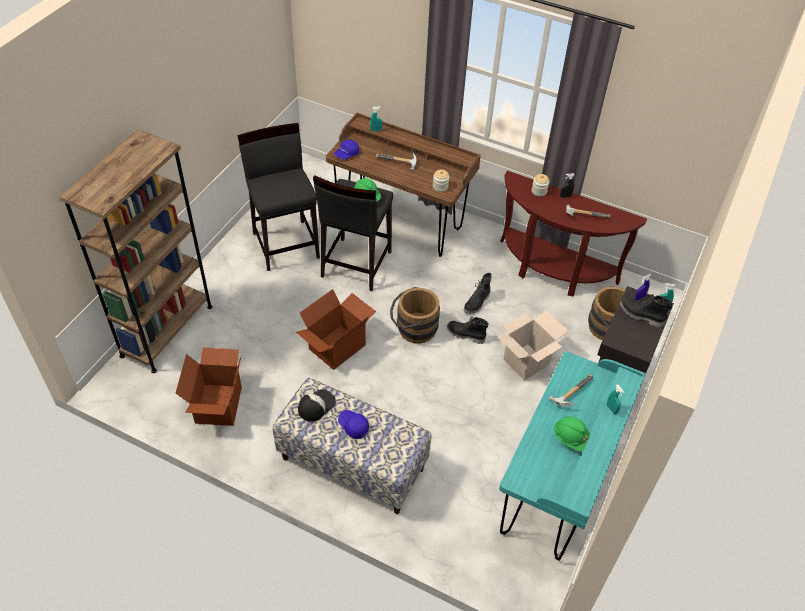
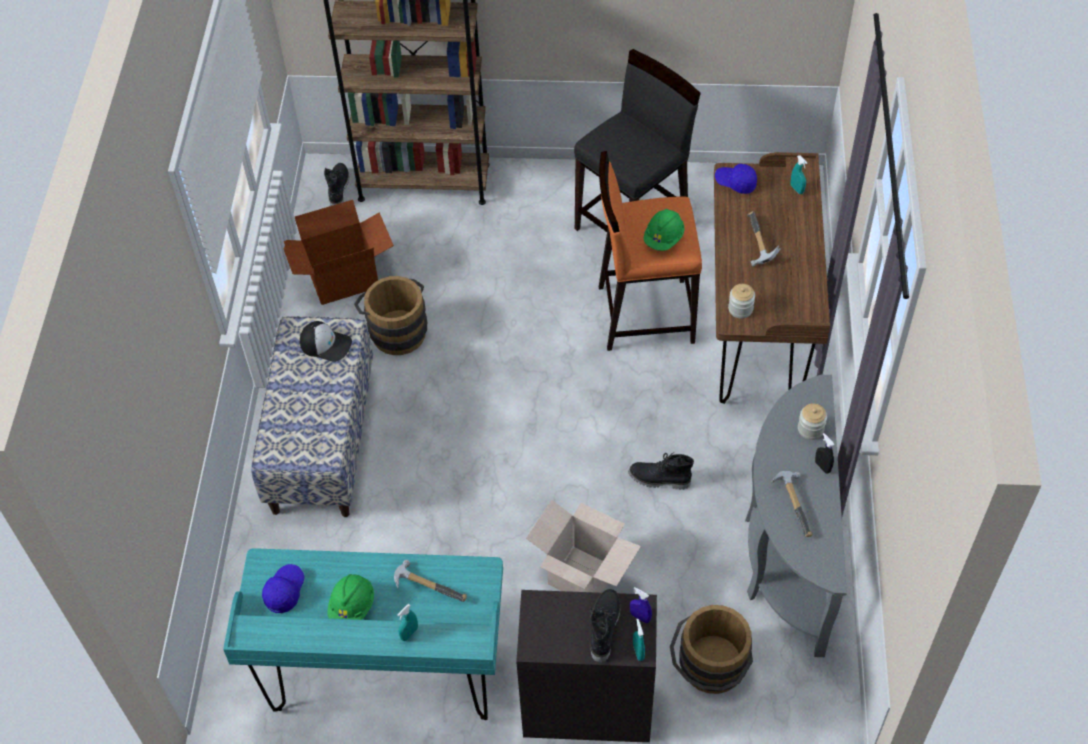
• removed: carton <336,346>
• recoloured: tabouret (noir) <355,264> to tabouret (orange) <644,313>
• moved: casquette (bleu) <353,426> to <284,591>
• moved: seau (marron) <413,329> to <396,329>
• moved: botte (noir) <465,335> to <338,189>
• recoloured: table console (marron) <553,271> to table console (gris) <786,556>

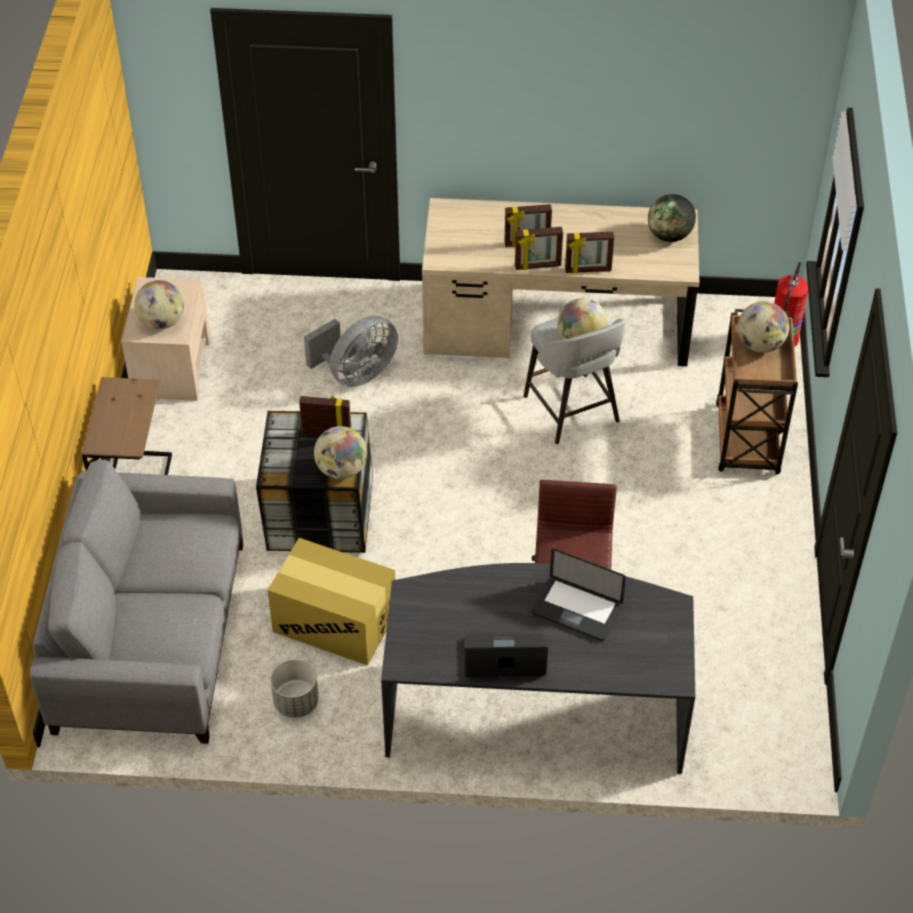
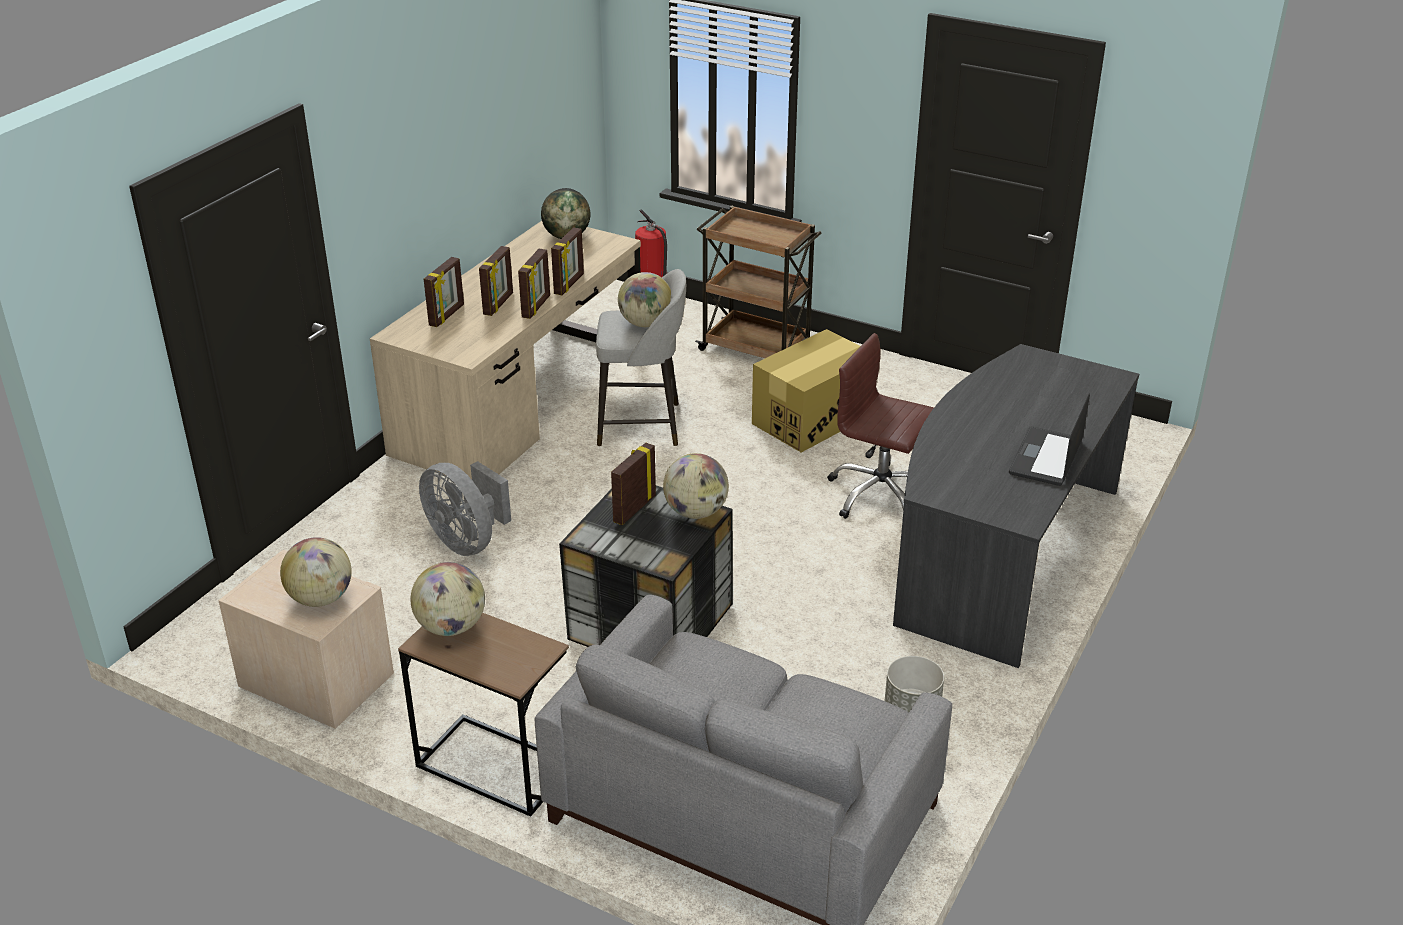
• moved: carton <335,622> to <813,418>
• turned: ventilateur (gris) <356,374> = <467,541> 150 degrees clockwise
• removed: ordinateur portable <576,610>
• moved: globe <760,345> to <451,627>
• added: cadre photo <447,315>

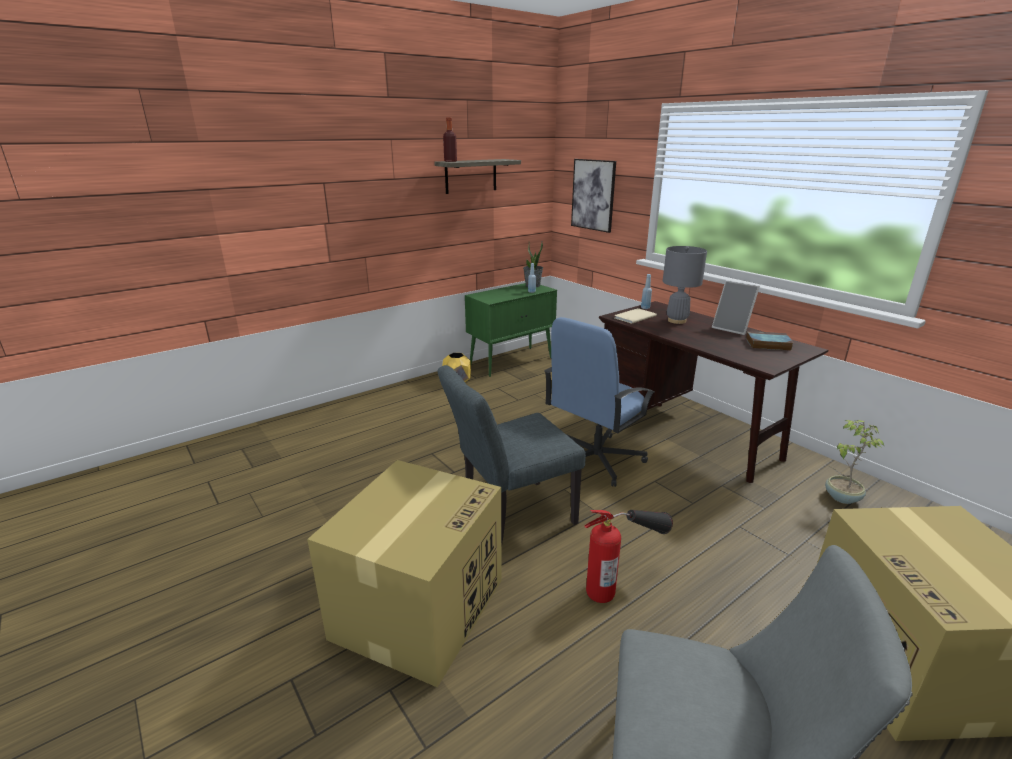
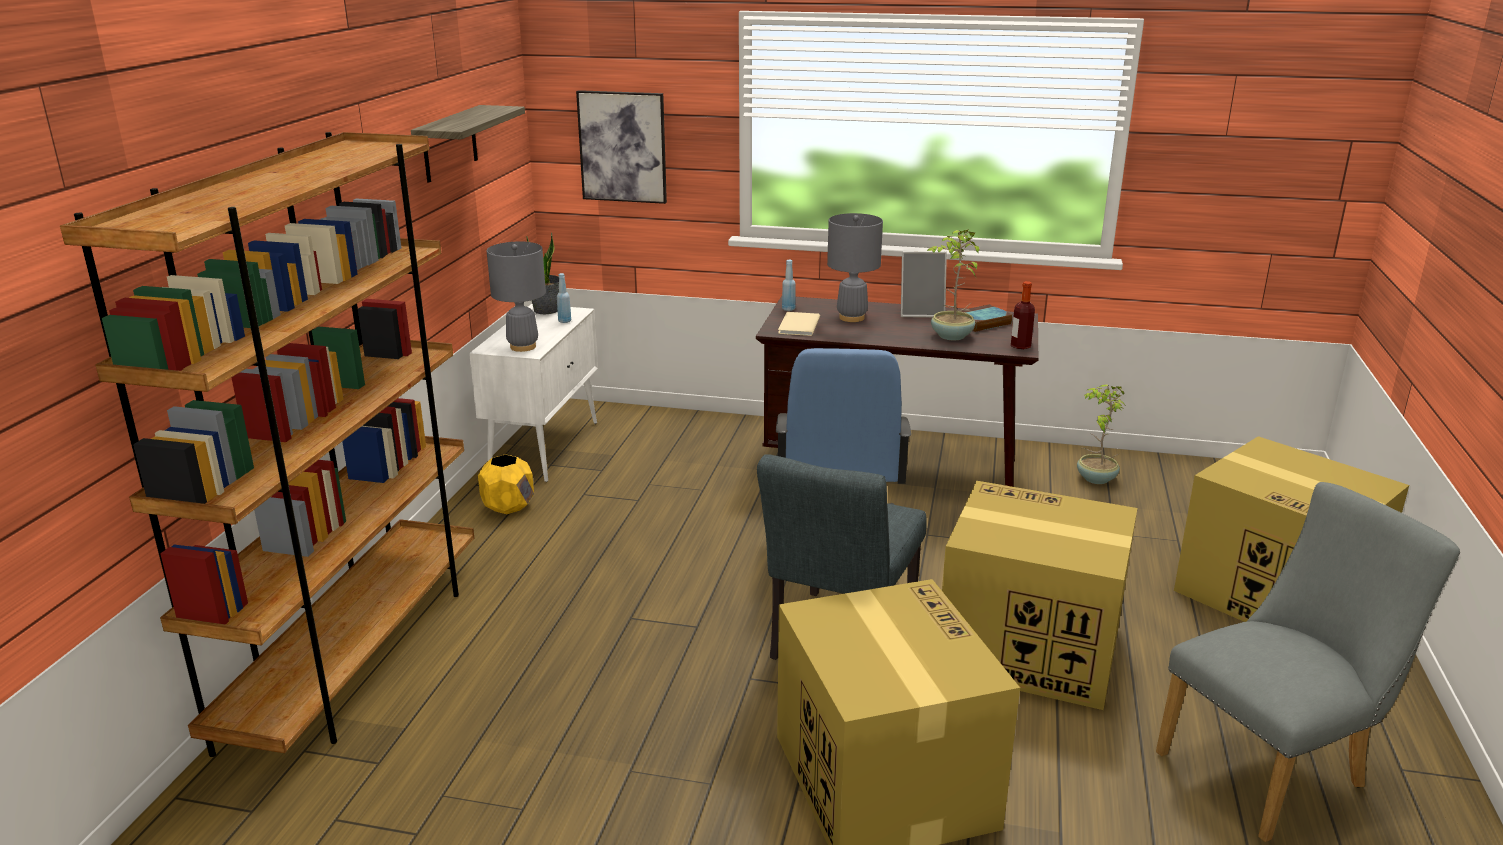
• moved: bouteille <450,161> to <1020,346>
• recoloured: meuble de rangement (vert) <511,361> to meuble de rangement (blanc) <545,447>
• replaced: extincteur <621,583> to carton <1026,649>
• added: bibliothèque (marron) <356,654>
• added: lampe de table (gris) <523,347>
• added: plante en pot <951,336>

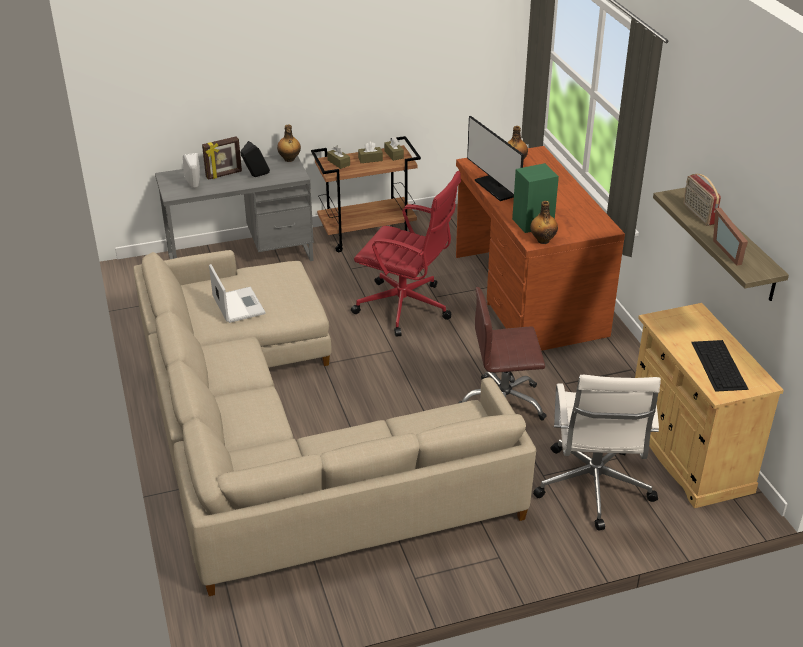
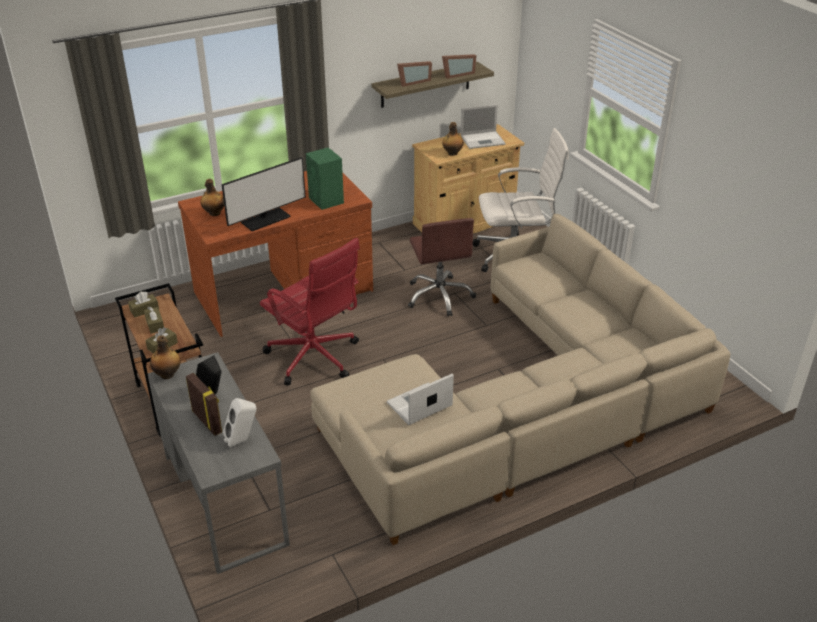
• turned: chaise de bureau (rouge) <406,308> = <314,358> 120 degrees clockwise
• moved: bouteille <543,240> to <452,153>
• replaced: radio <698,214> to cadre photo <412,82>
• replaced: clavier <719,365> to ordinateur portable <483,140>

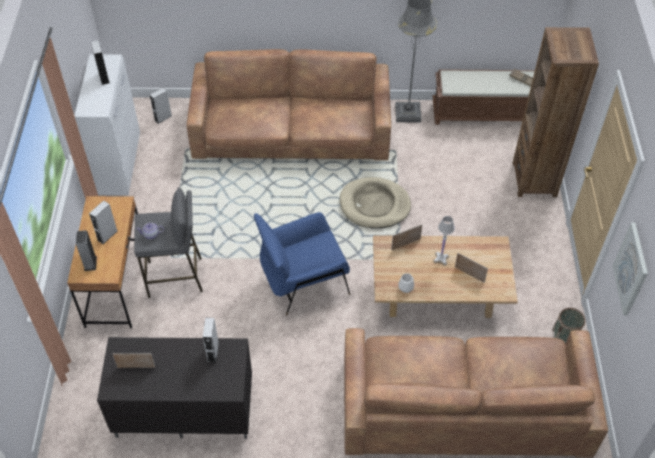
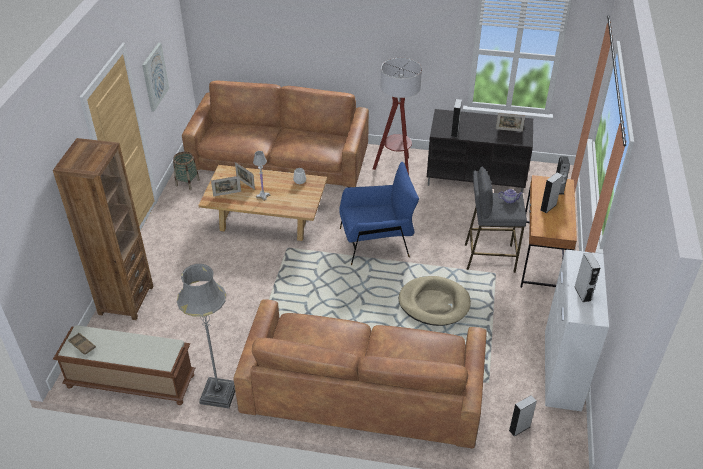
• moved: panier pour chien (beige) <374,205> to <434,303>
• moved: cadre photo <405,244> to <227,194>
• added: lampadaire <396,169>

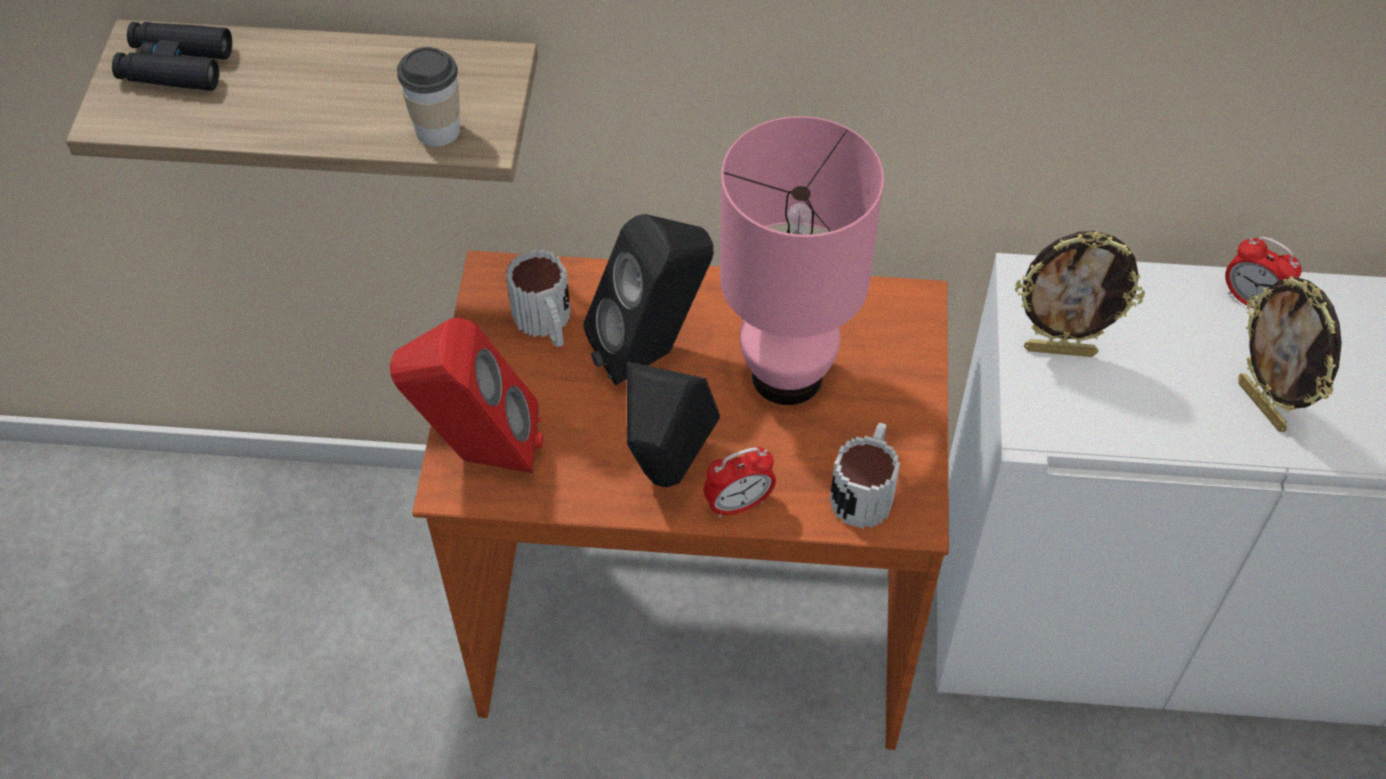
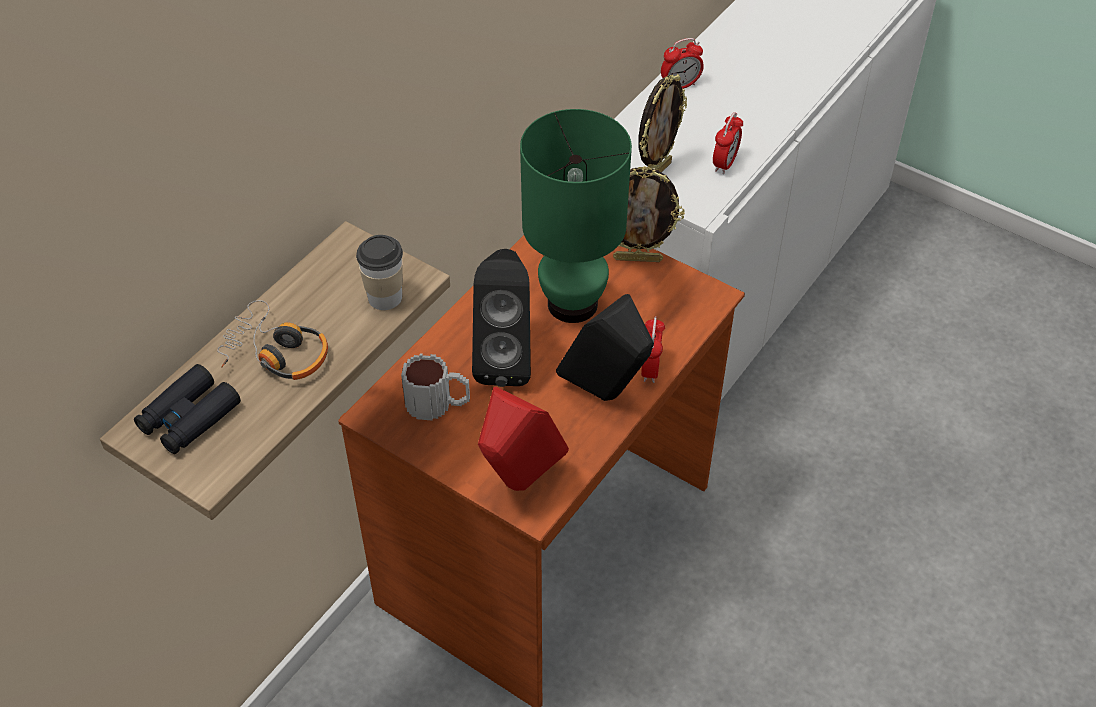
• recoloured: lampe de table (rose) <788,376> to lampe de table (vert) <573,303>
• removed: mug <865,489>
• moved: cadre photo <1263,405> to <638,258>
• added: casque audio <276,353>
• added: réveil <725,163>

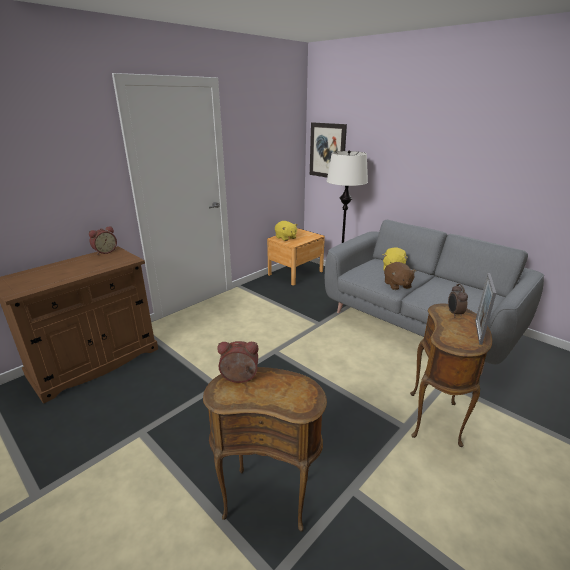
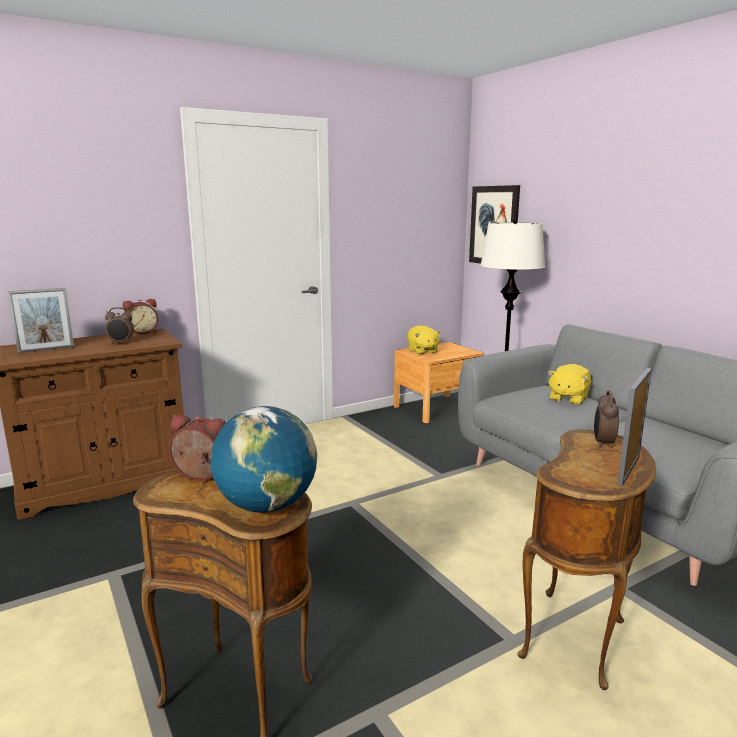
• removed: peluche (marron) <397,285>
• added: cadre photo <46,349>
• added: réveil <121,343>
• added: globe <267,506>

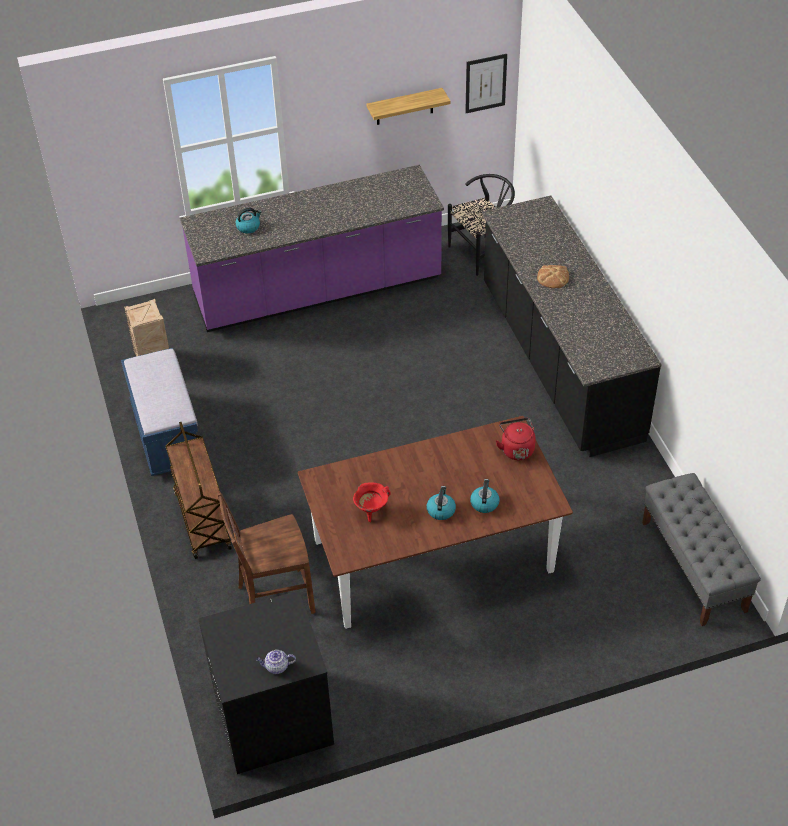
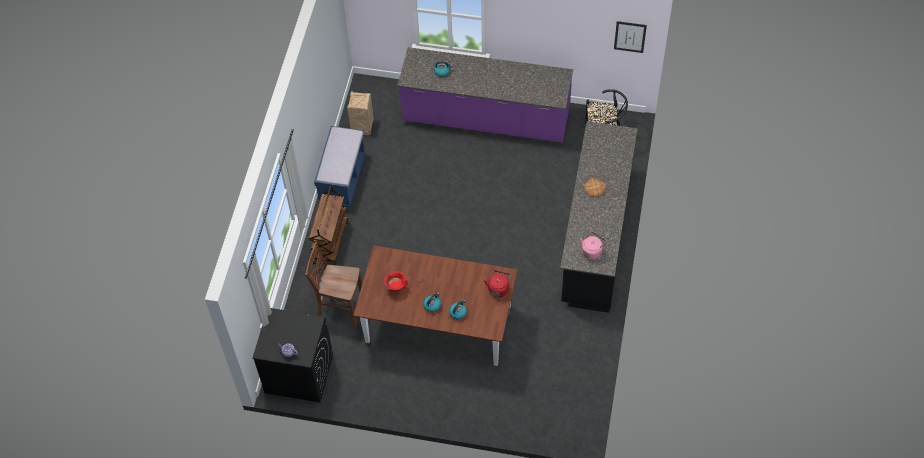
• removed: étagère <404,107>
• removed: banc (gris) <693,566>
• added: bouilloire (rose) <592,251>

